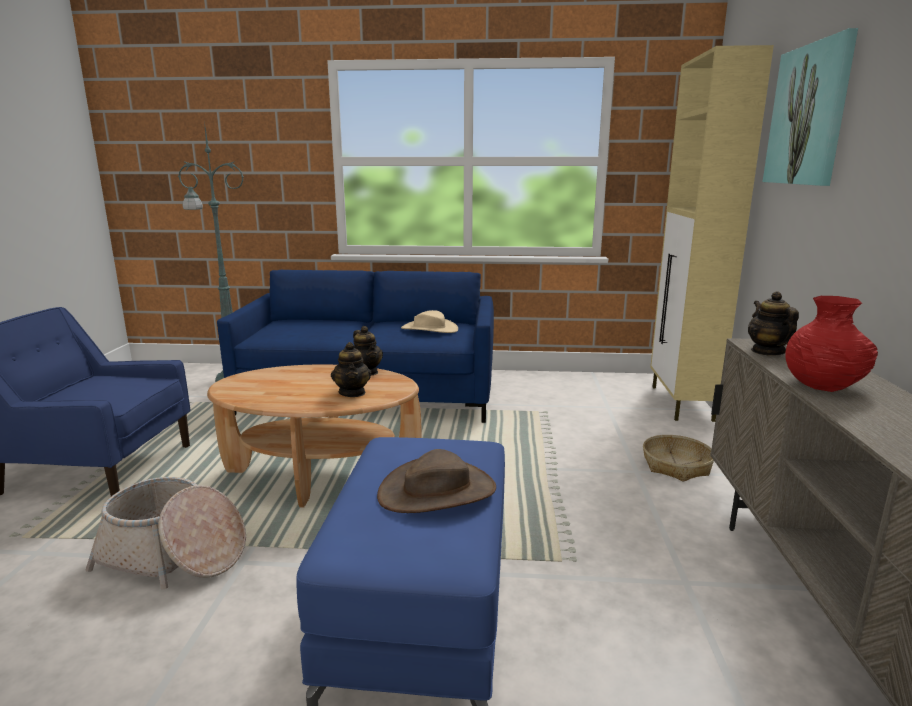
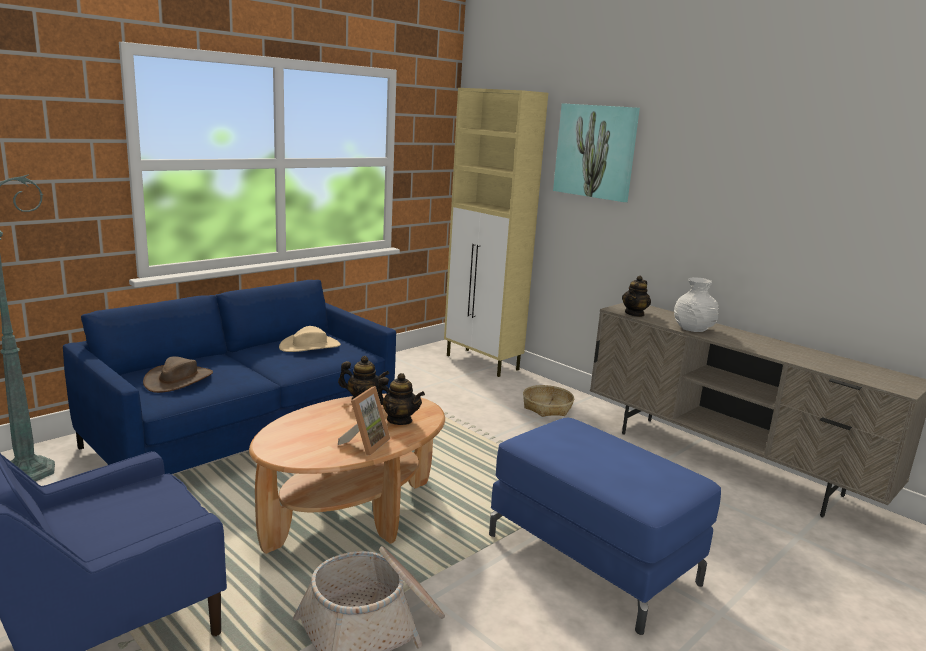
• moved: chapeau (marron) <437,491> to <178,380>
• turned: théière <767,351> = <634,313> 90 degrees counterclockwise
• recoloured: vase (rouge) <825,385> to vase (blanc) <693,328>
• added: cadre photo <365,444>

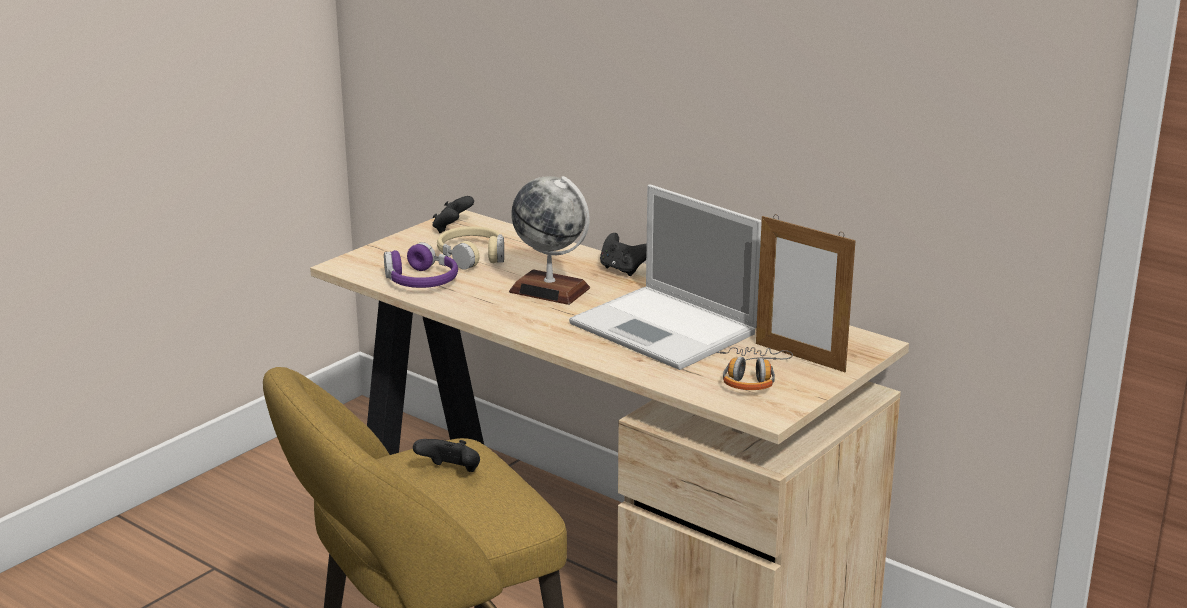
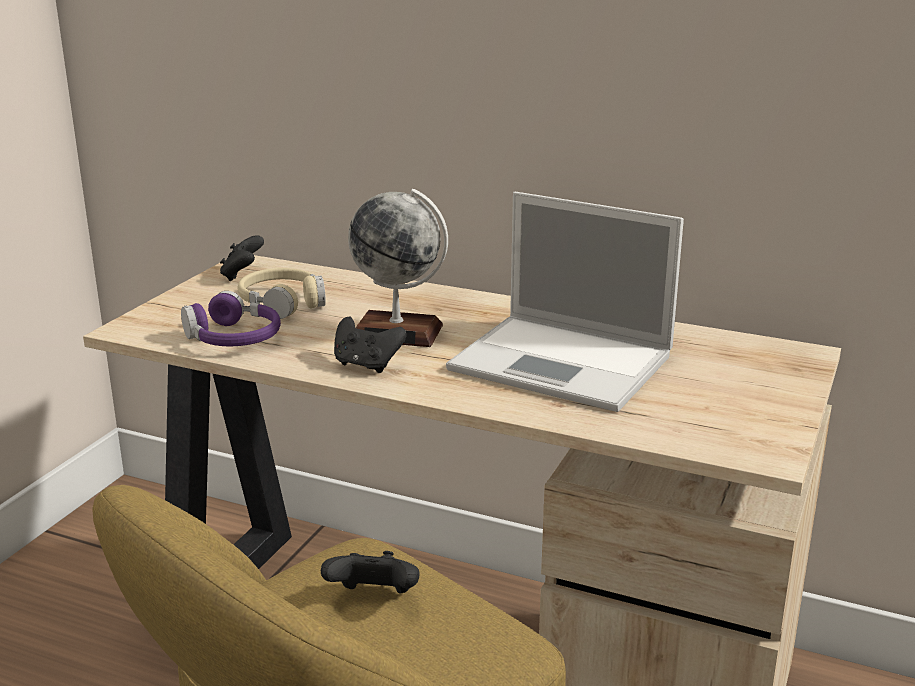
• moved: manette (noir) <623,270> to <366,365>
• removed: casque audio <751,377>
• removed: cadre photo <800,357>

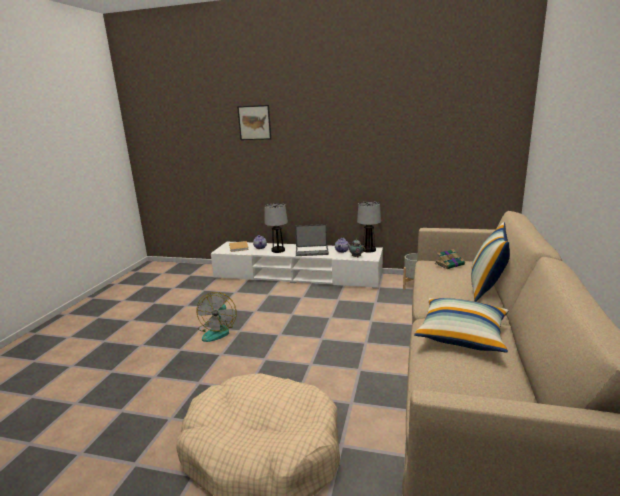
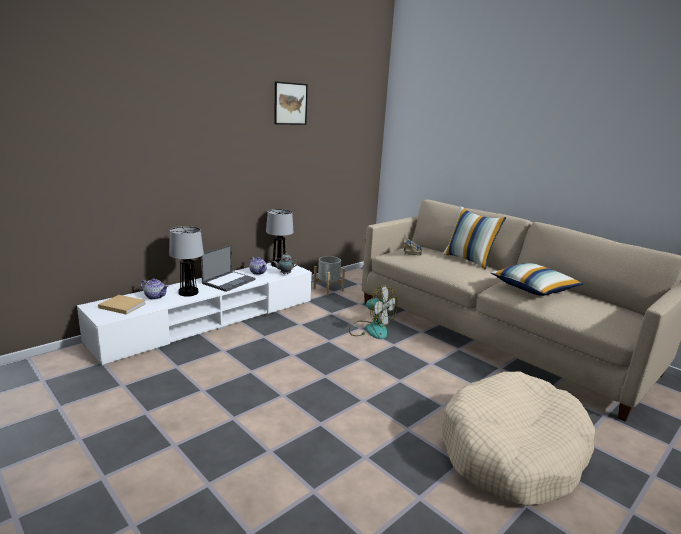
• moved: ventilateur <218,331> to <370,329>
• moved: tableau <254,122> to <290,103>

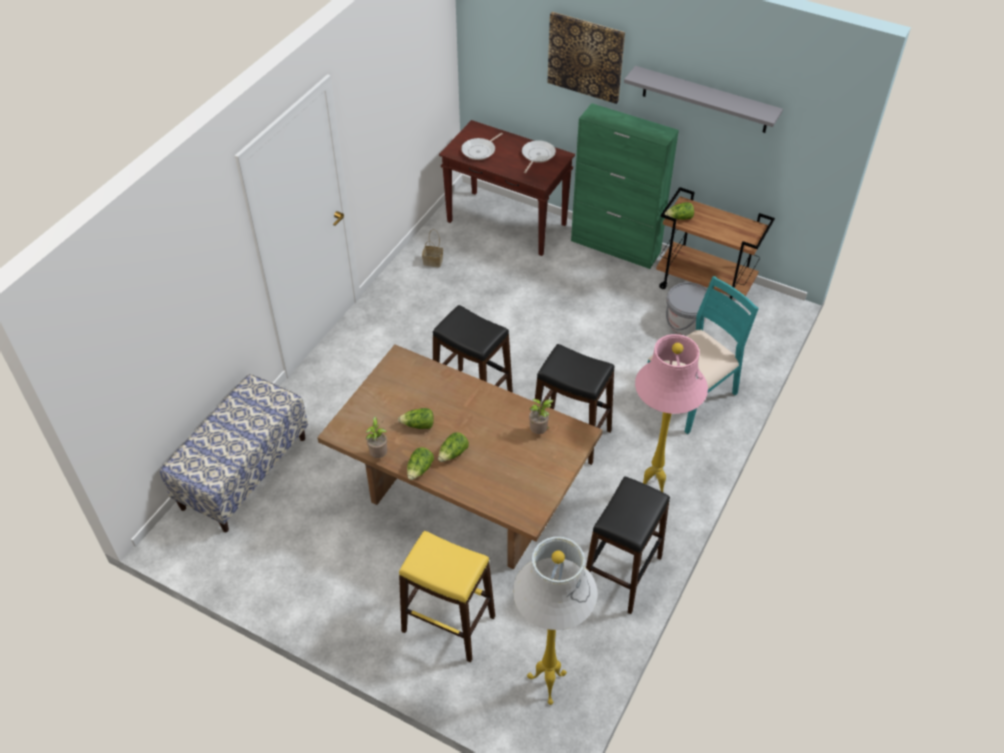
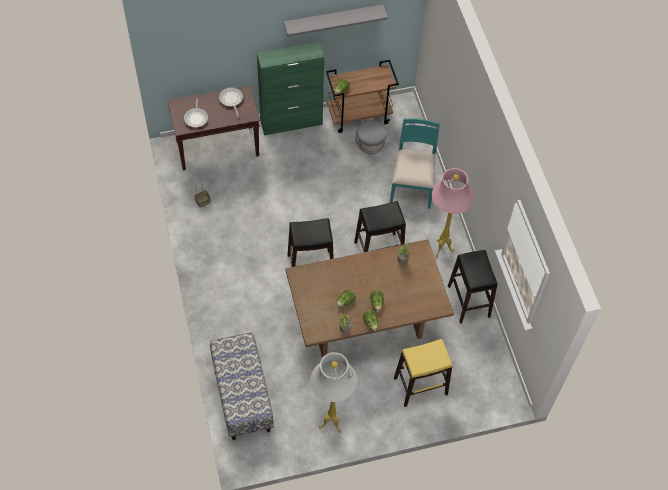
• moved: lampadaire (blanc) <548,683> to <331,423>
• removed: tableau <585,57>

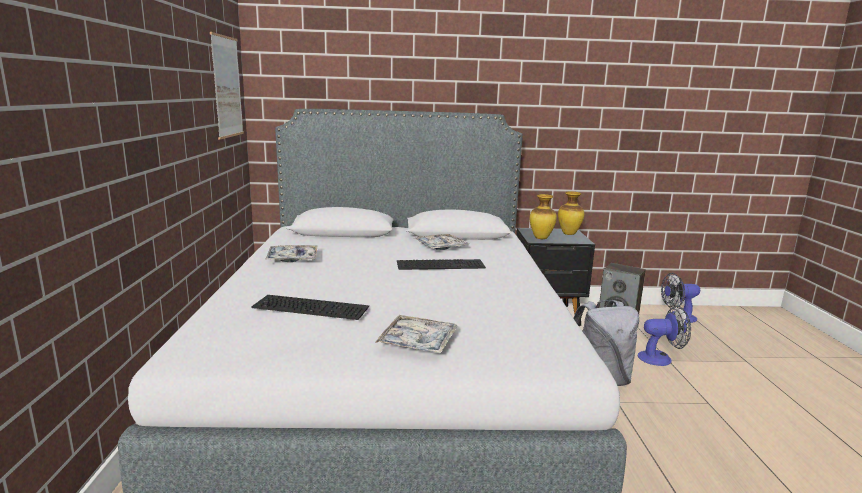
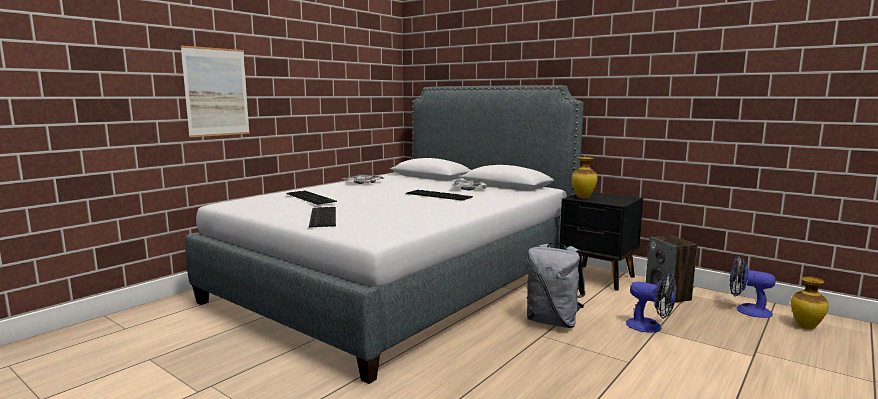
• moved: tableau <227,87> to <216,92>
• replaced: plateau <417,342> to clavier <321,216>
• moved: vase <569,234> to <806,327>

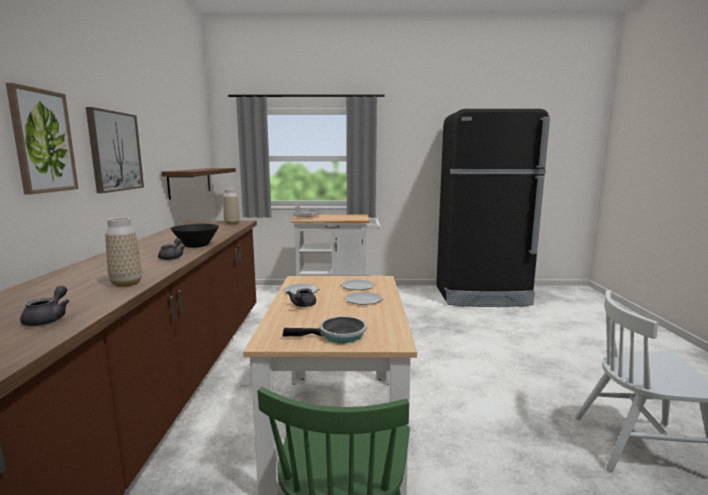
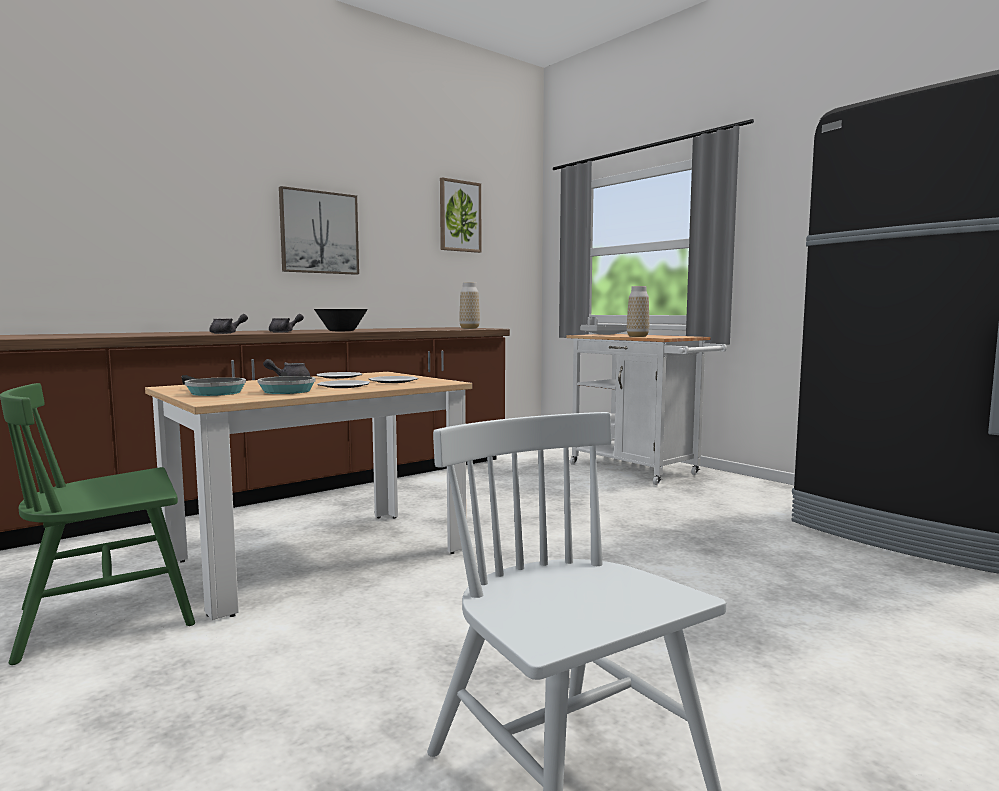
• moved: tableau <42,141> to <459,216>
• moved: théière (gris) <49,319> to <227,333>
• moved: vase <126,284> to <637,336>
• removed: étagère <190,182>
• added: poêle <286,390>

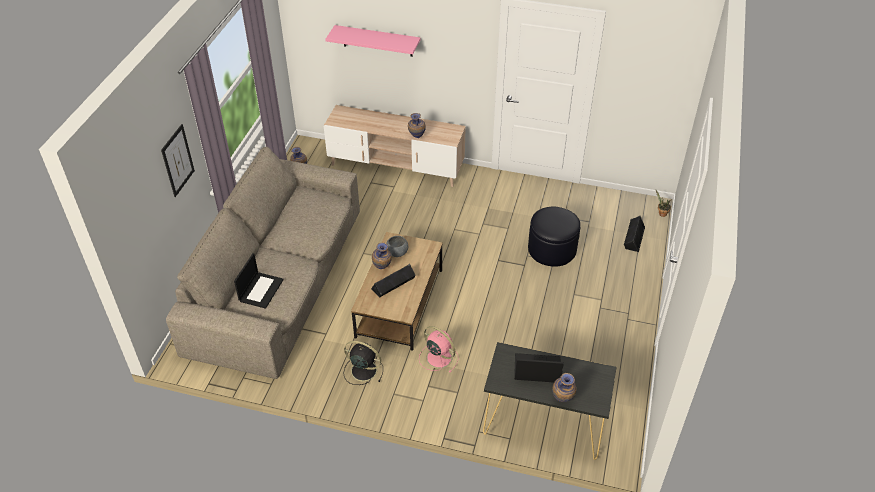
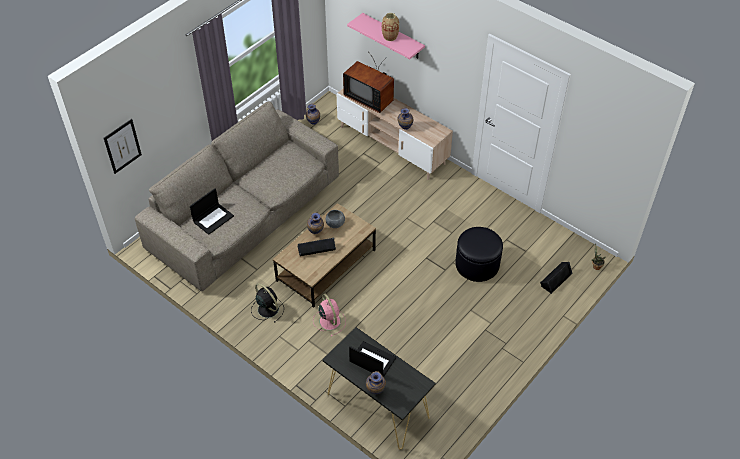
• moved: tableau <177,160> to <122,146>
• added: téléviseur <370,98>
• added: vase <390,37>

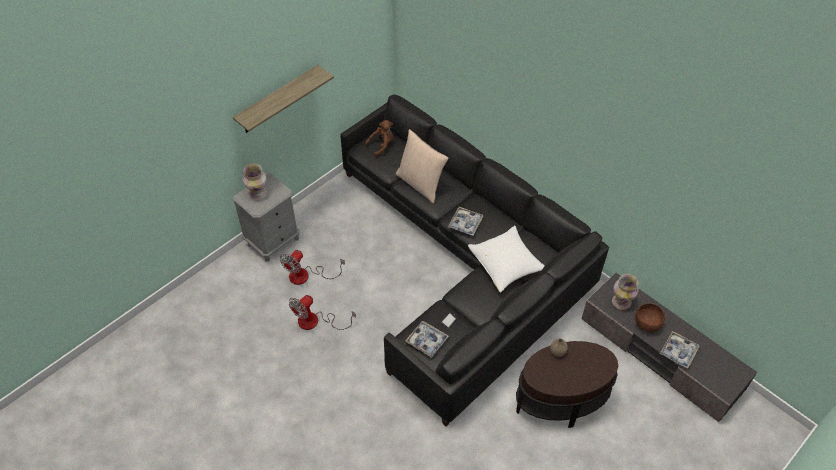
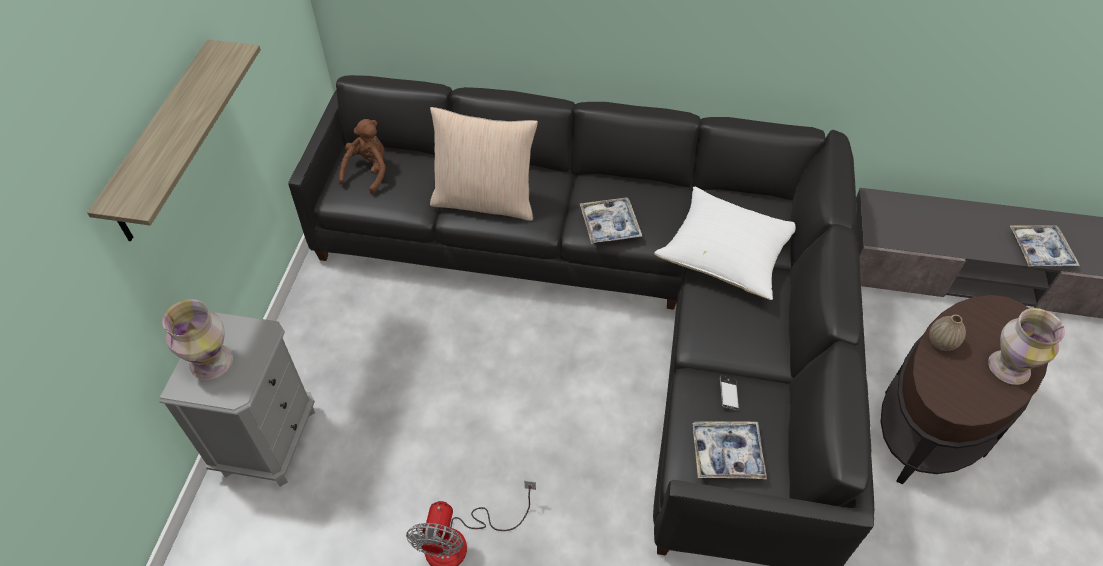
• removed: ventilateur <306,276>
• moved: vase <621,301> to <1007,367>
• removed: bol (marron) <647,324>

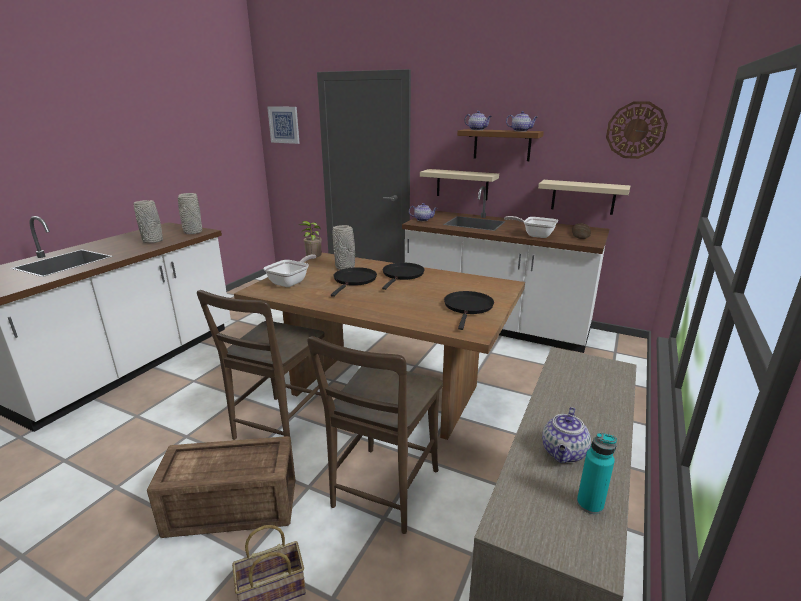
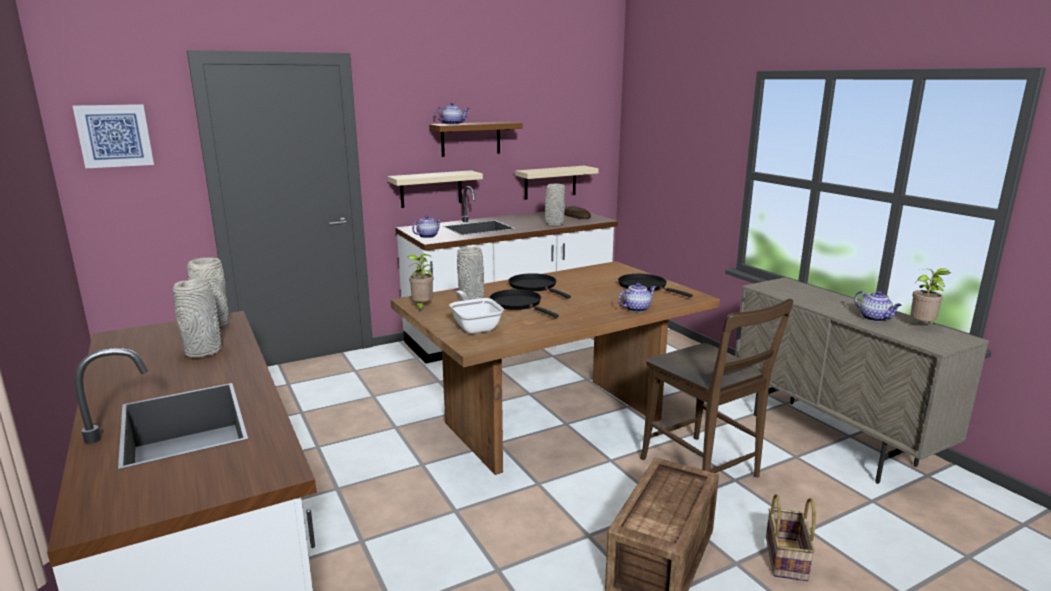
• removed: chaise (marron) <279,428>
• replaced: poêle <535,235> to vase (gris) <553,224>
• moved: théière <521,131> to <636,309>
• replaced: bouteille (turquoise) <590,504> to plante en pot <923,326>
• removed: horloge murale <636,130>

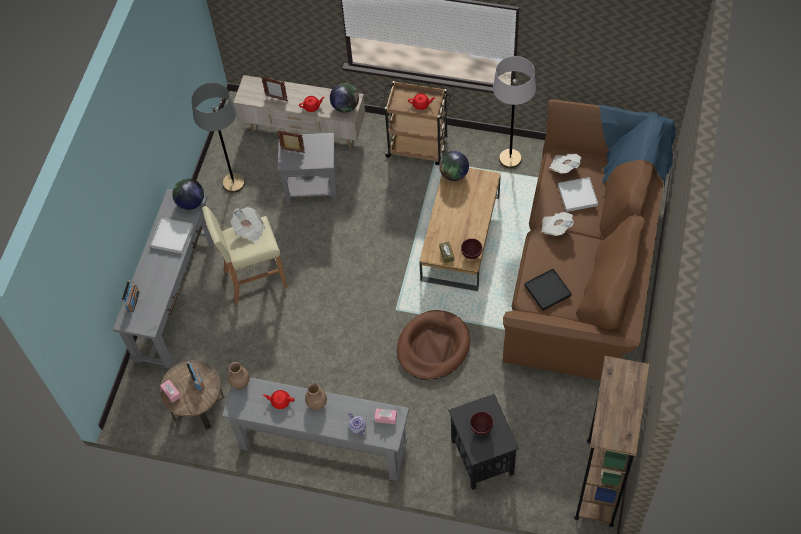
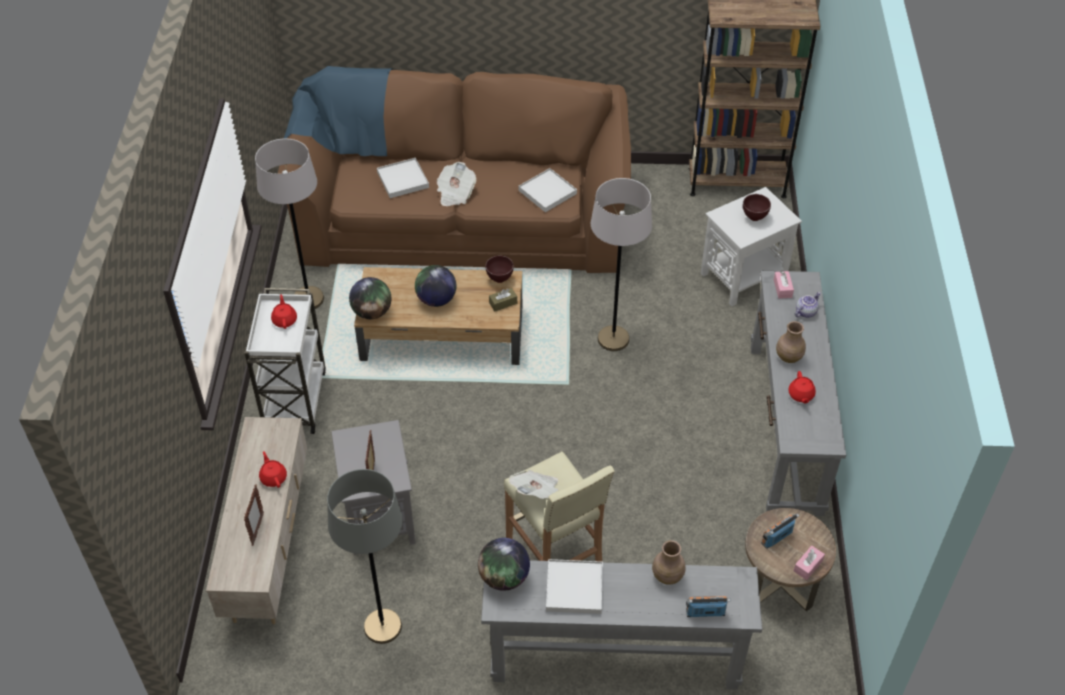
• moved: vase (marron) <240,382> to <668,576>
• moved: globe <345,106> to <436,300>
• recoloured: chariot (marron) <418,148> to chariot (blanc) <295,399>
• replaced: panier pour chien (marron) <433,347> to lampadaire (gris) <613,339>
• recoloured: table d'appoint (noir) <482,456> to table d'appoint (blanc) <742,277>
• recoloured: plateau (noir) <547,291> to plateau (blanc) <547,192>
• removed: journal <564,167>

